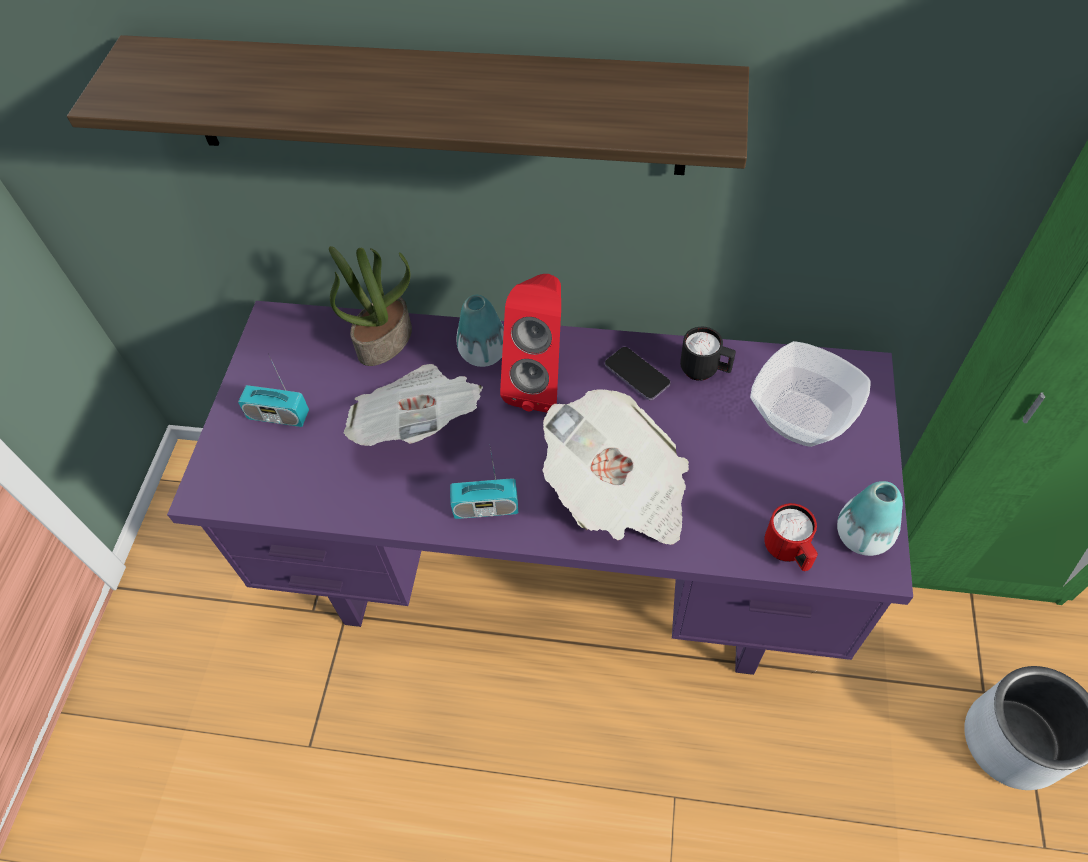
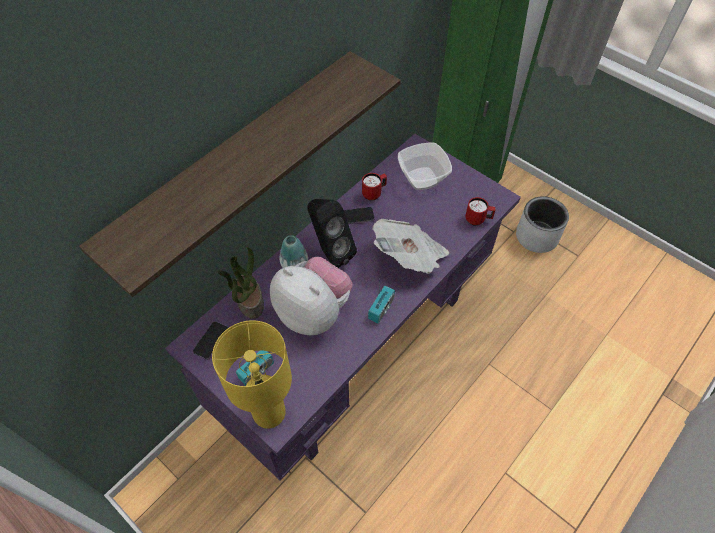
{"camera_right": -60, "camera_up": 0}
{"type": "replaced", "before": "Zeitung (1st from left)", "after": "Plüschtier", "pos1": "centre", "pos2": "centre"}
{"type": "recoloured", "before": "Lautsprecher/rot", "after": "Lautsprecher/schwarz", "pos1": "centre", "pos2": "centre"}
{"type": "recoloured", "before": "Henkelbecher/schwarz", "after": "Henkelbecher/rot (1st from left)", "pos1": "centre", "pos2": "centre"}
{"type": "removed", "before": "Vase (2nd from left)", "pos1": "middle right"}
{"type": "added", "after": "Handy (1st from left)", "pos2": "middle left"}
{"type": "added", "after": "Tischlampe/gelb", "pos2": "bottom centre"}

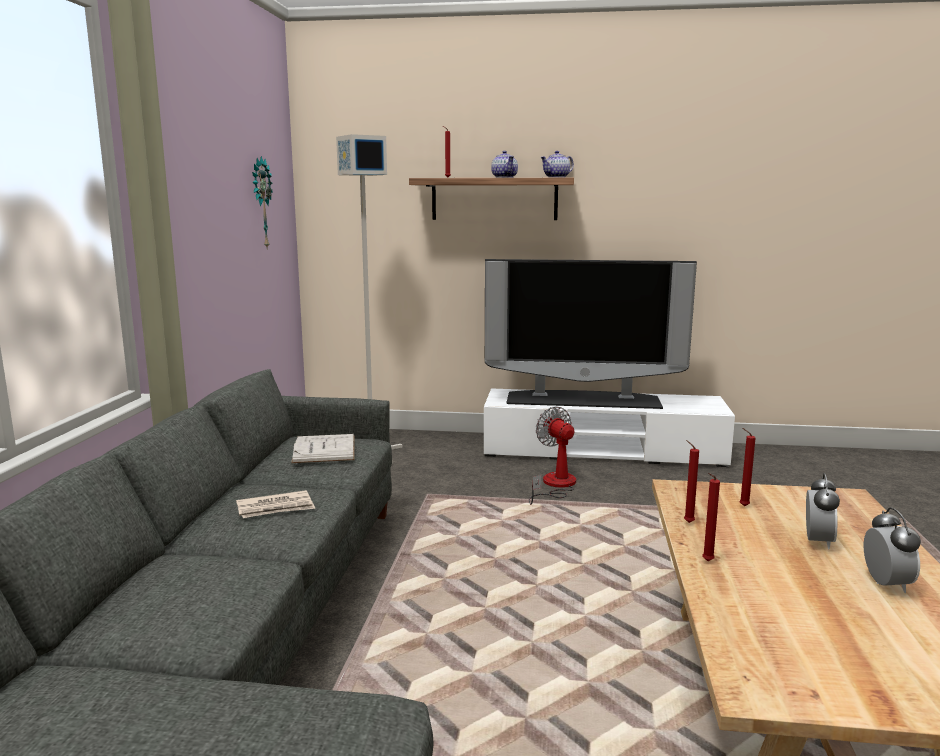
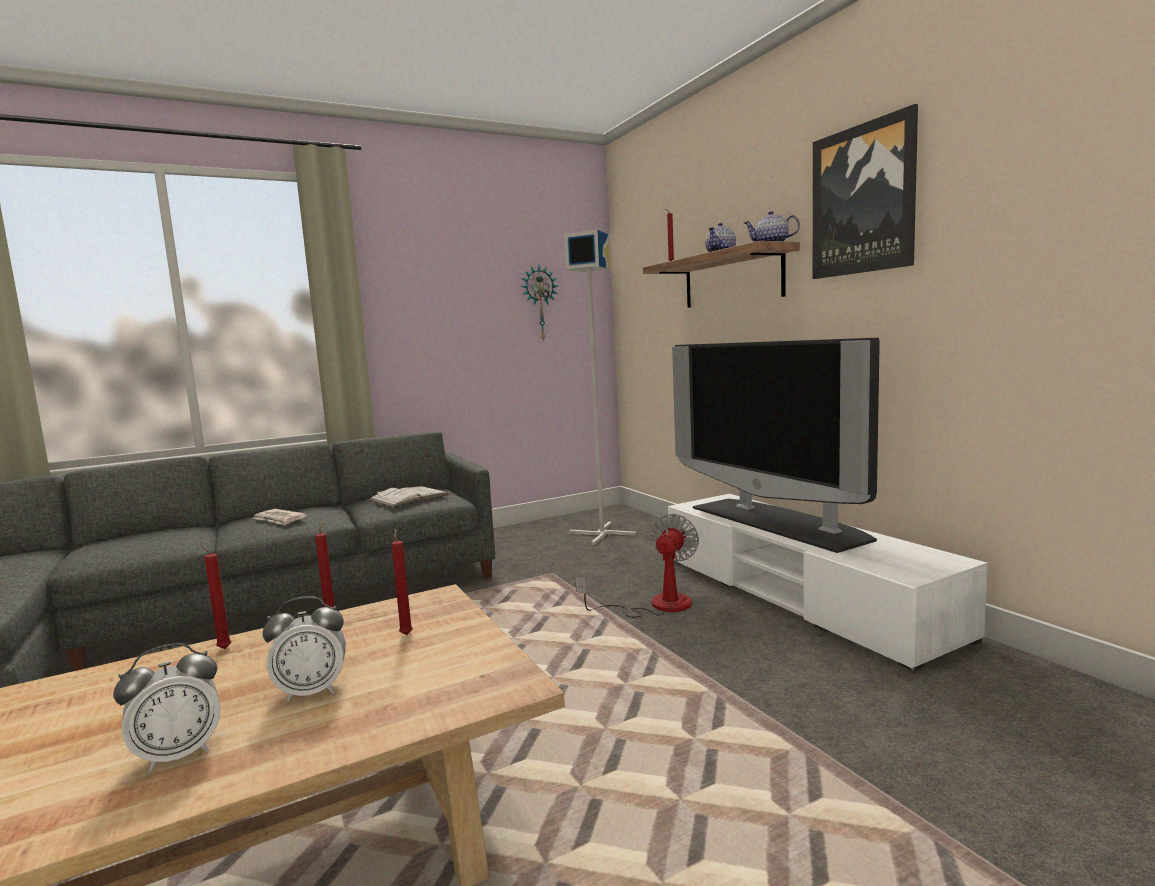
{"camera_right": 55, "camera_up": -5}
{"type": "added", "after": "Bild", "pos2": "top right"}

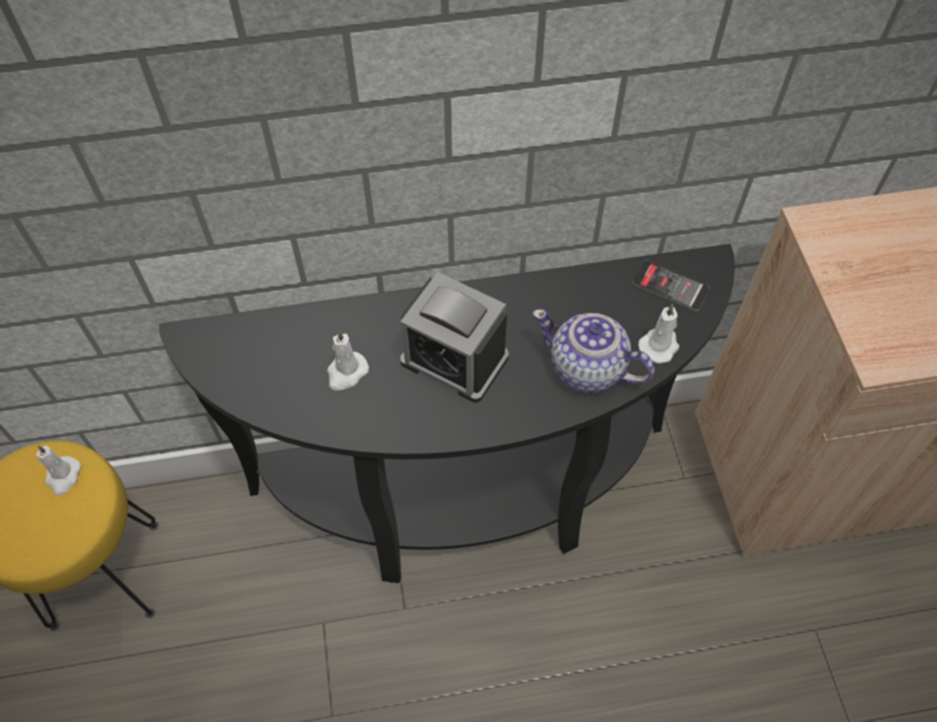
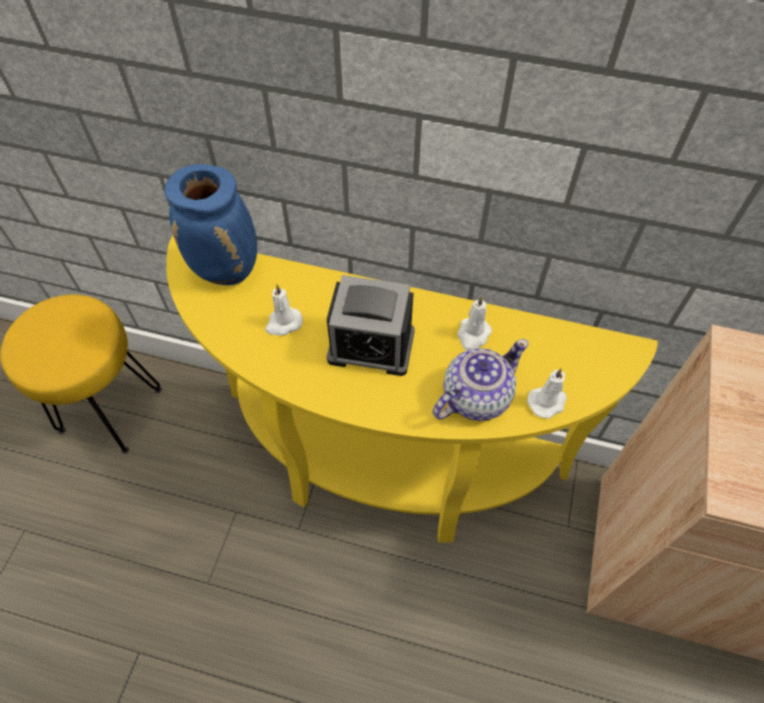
{"camera_right": 25, "camera_up": 0}
{"type": "moved", "before": "Kerze/weiß (1st from left in the first image)", "after": "Kerze/weiß (2nd from left)", "pos1": "middle left", "pos2": "centre"}
{"type": "recoloured", "before": "Konsolentisch/schwarz", "after": "Konsolentisch/gelb", "pos1": "centre", "pos2": "centre"}
{"type": "turned", "before": "Wecker", "pos1": "centre", "pos2": "centre", "turn": -45}
{"type": "turned", "before": "Teekanne", "pos1": "centre", "pos2": "centre", "turn": 90}
{"type": "removed", "before": "Handy", "pos1": "middle right"}
{"type": "added", "after": "Vase/blau", "pos2": "top left"}

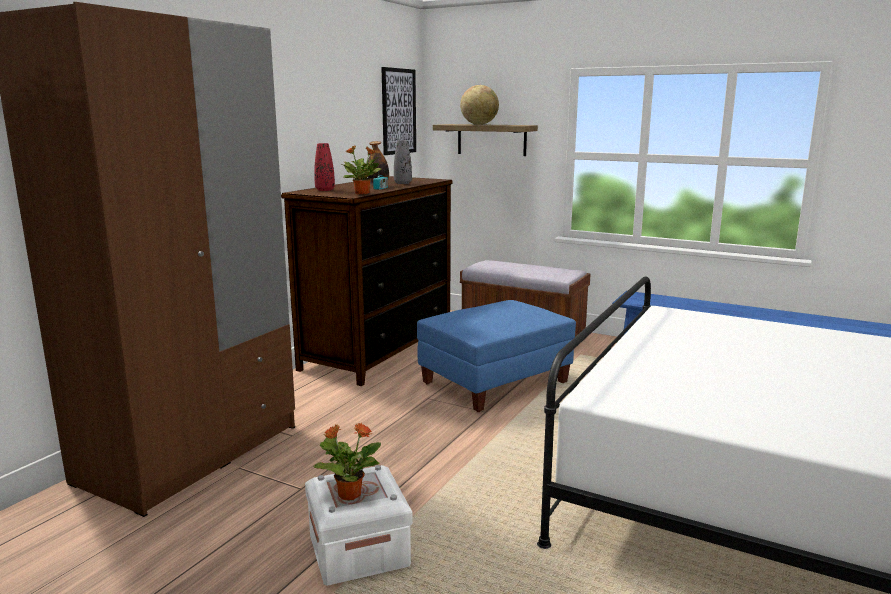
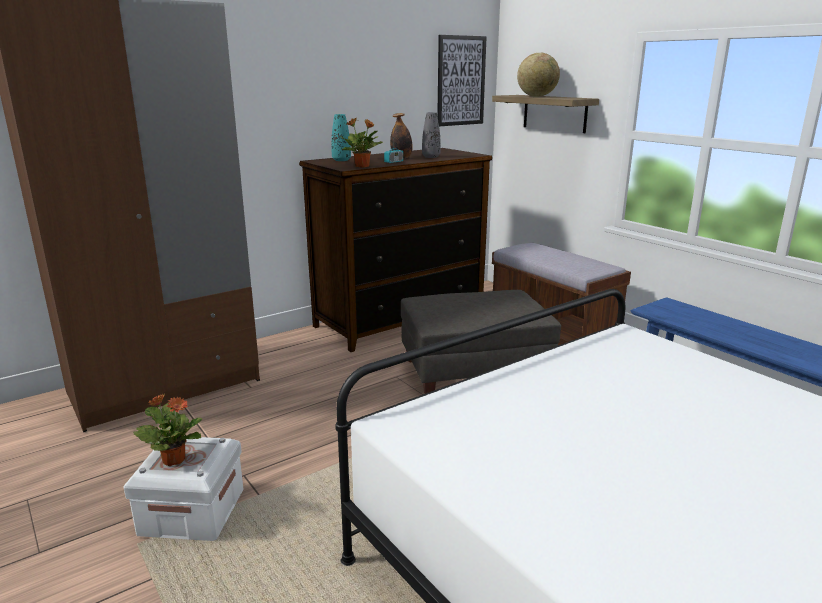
{"camera_right": 25, "camera_up": 5}
{"type": "recoloured", "before": "Vase/rot", "after": "Vase/türkis", "pos1": "top centre", "pos2": "top centre"}
{"type": "recoloured", "before": "Polsterhocker/blau", "after": "Polsterhocker/grau", "pos1": "centre", "pos2": "centre"}

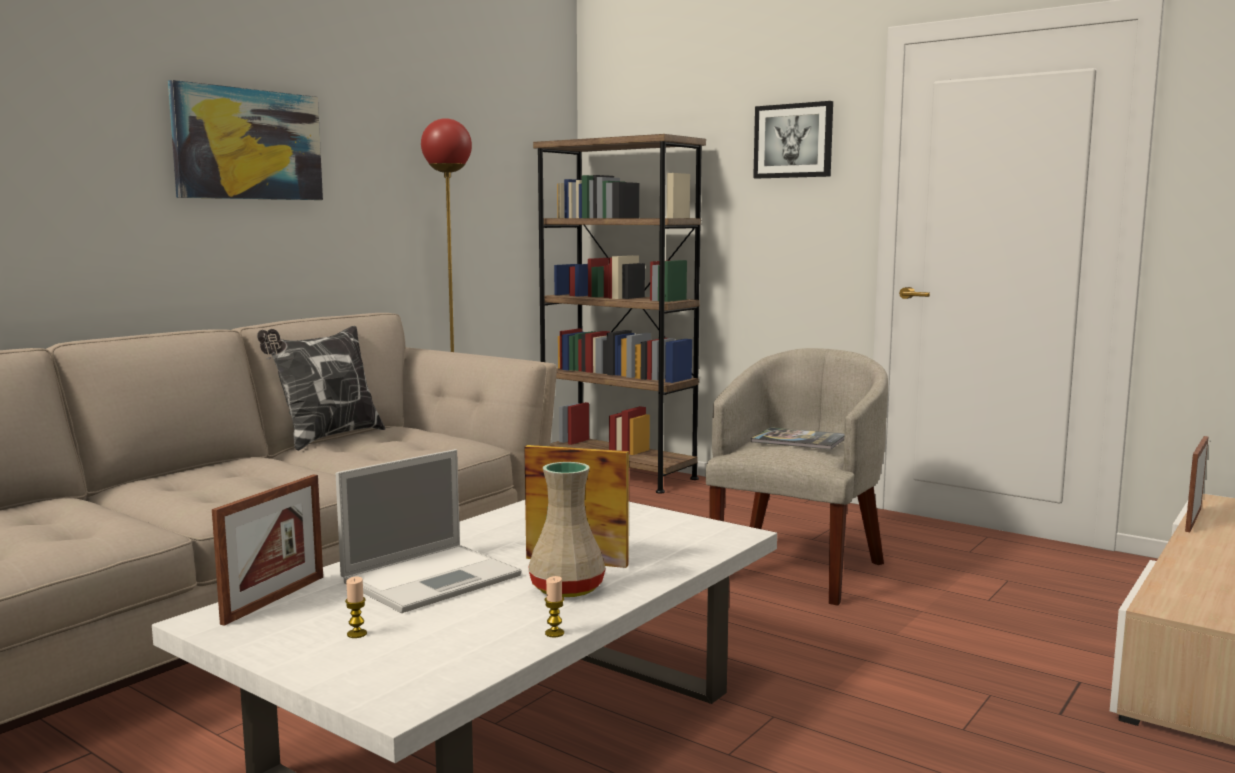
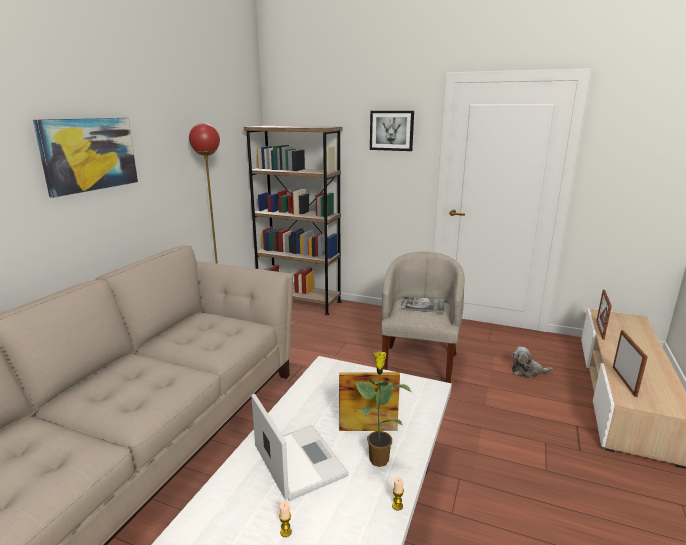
{"camera_right": -15, "camera_up": 10}
{"type": "moved", "before": "Bilderrahmen (1st from left in the first image)", "after": "Bilderrahmen (3rd from left)", "pos1": "bottom left", "pos2": "middle right"}
{"type": "removed", "before": "Kissen", "pos1": "middle left"}
{"type": "turned", "before": "Laptop", "pos1": "bottom centre", "pos2": "bottom centre", "turn": -60}
{"type": "replaced", "before": "Vase/beige", "after": "Topfpflanze", "pos1": "bottom centre", "pos2": "bottom centre"}
{"type": "added", "after": "Plüschtier", "pos2": "middle right"}

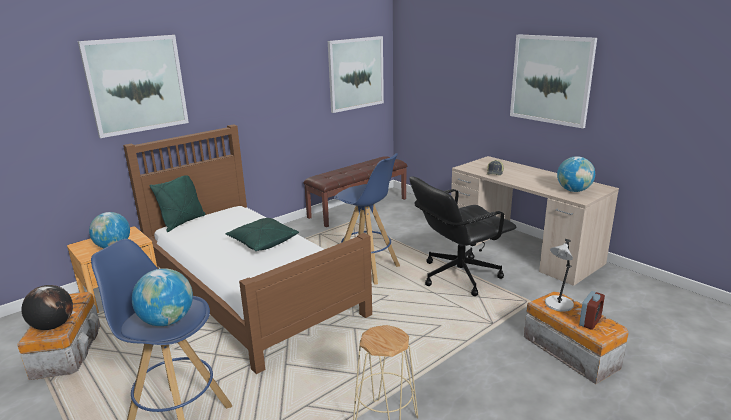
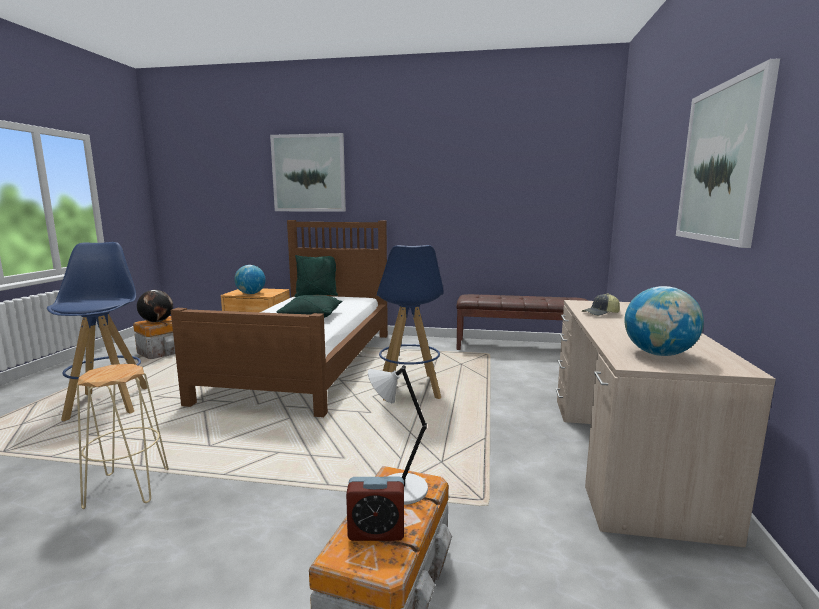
{"camera_right": 50, "camera_up": -10}
{"type": "removed", "before": "Globus (3rd from left)", "pos1": "bottom left"}
{"type": "removed", "before": "Bild (2nd from left)", "pos1": "top centre"}
{"type": "removed", "before": "Bürostuhl/schwarz", "pos1": "centre"}

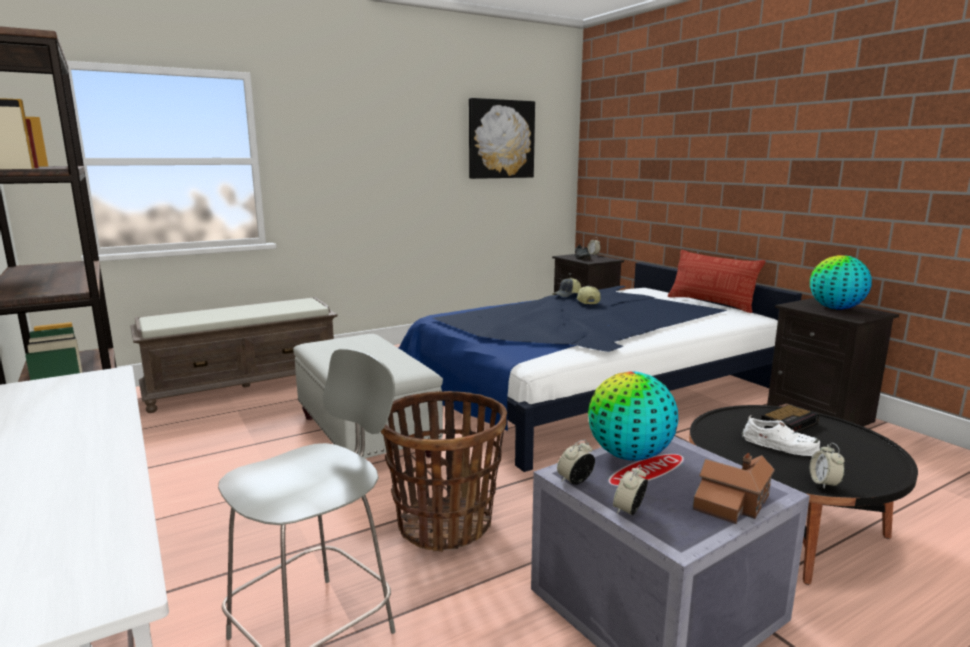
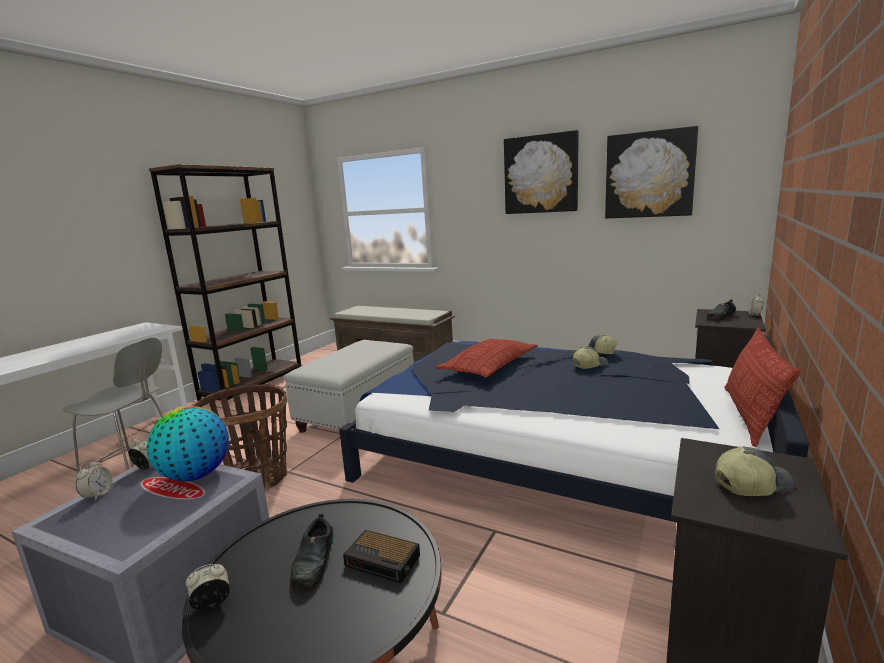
{"camera_right": 60, "camera_up": 0}
{"type": "turned", "before": "Wecker (3rd from left in the first image)", "pos1": "bottom centre", "pos2": "bottom left", "turn": 90}
{"type": "removed", "before": "Spielzeughaus", "pos1": "bottom right"}
{"type": "recoloured", "before": "Schuh/weiß", "after": "Schuh/schwarz (1st from left)", "pos1": "bottom right", "pos2": "bottom centre"}
{"type": "replaced", "before": "Globus (2nd from left)", "after": "Kappe (3rd from left)", "pos1": "middle right", "pos2": "bottom right"}
{"type": "added", "after": "Kissen (1st from left)", "pos2": "centre"}
{"type": "added", "after": "Bild (1st from left)", "pos2": "top centre"}

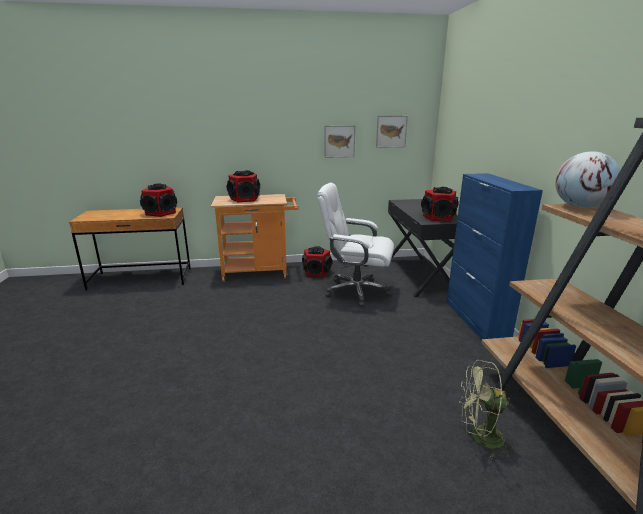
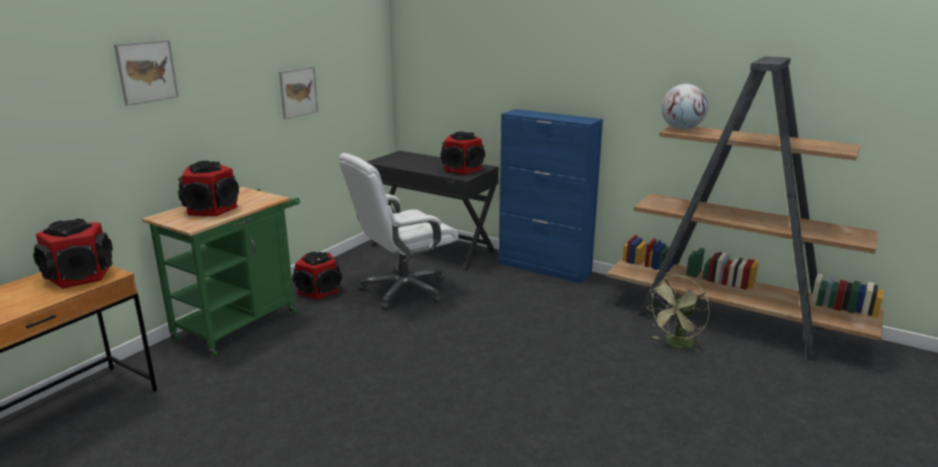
{"camera_right": -50, "camera_up": 0}
{"type": "recoloured", "before": "Rollwagen/orange", "after": "Rollwagen/grün", "pos1": "centre", "pos2": "middle left"}
{"type": "moved", "before": "Bild (2nd from left in the first image)", "after": "Bild (1st from left)", "pos1": "top centre", "pos2": "top left"}

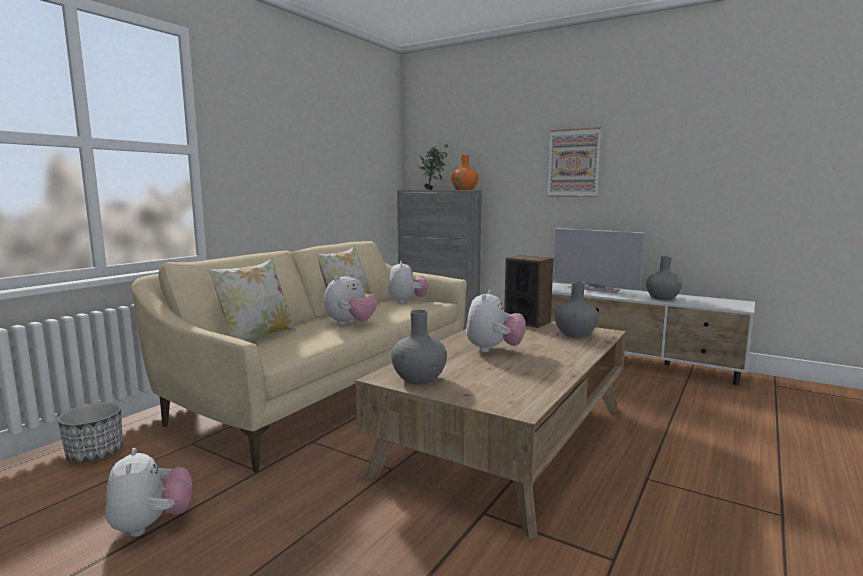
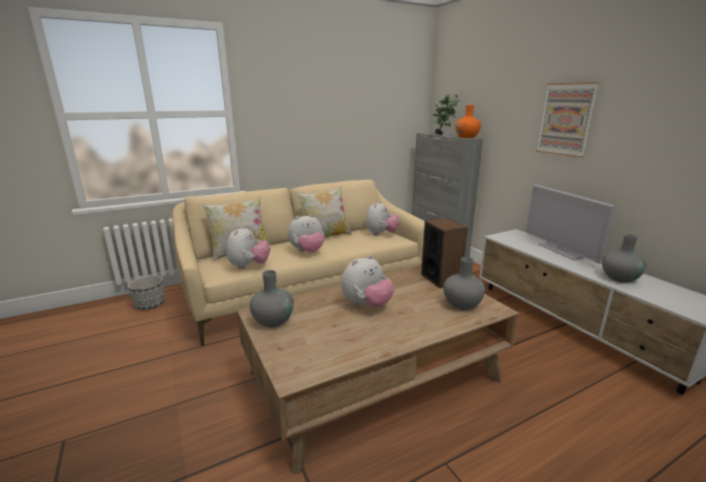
{"camera_right": 30, "camera_up": 10}
{"type": "moved", "before": "Plüschtier (1st from left)", "pos1": "bottom left", "pos2": "centre"}

